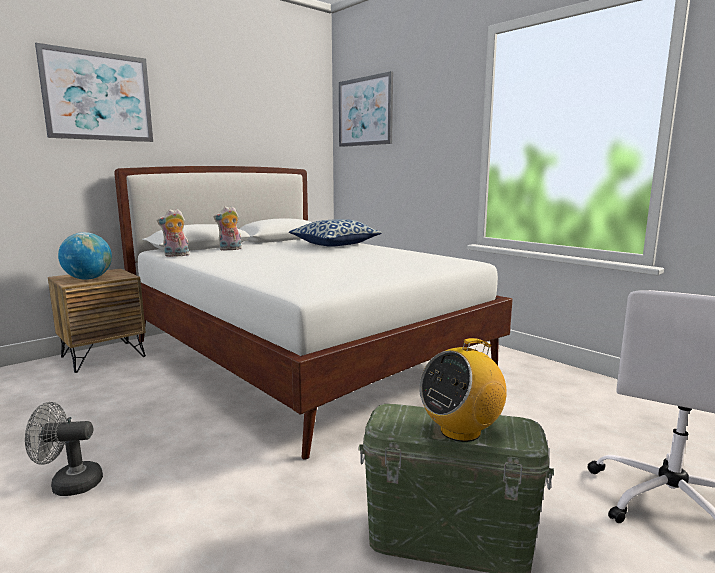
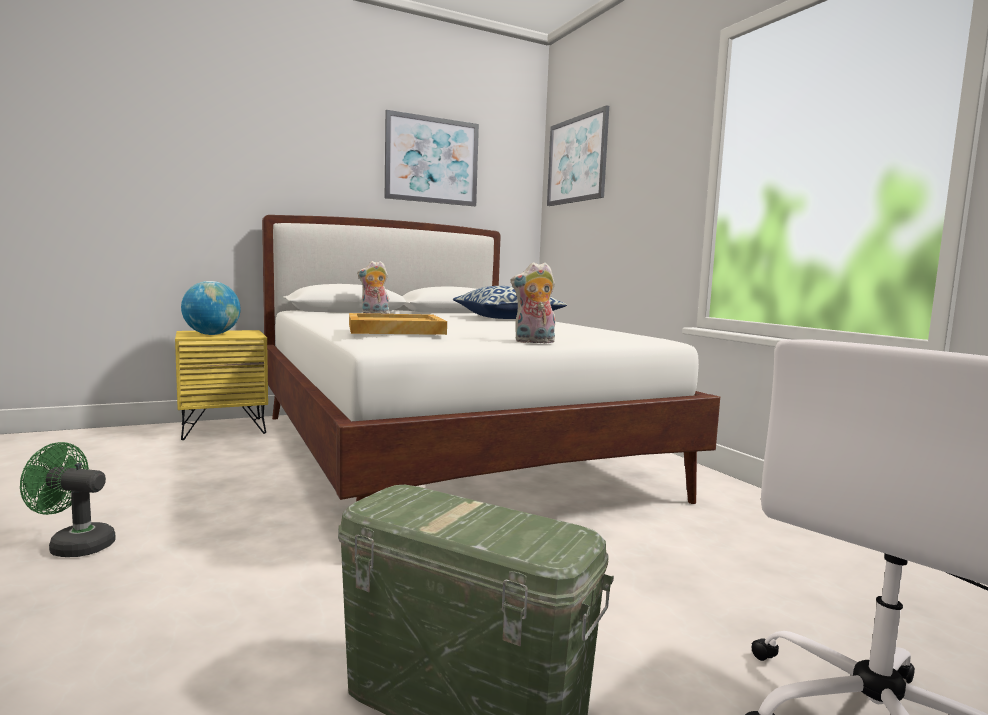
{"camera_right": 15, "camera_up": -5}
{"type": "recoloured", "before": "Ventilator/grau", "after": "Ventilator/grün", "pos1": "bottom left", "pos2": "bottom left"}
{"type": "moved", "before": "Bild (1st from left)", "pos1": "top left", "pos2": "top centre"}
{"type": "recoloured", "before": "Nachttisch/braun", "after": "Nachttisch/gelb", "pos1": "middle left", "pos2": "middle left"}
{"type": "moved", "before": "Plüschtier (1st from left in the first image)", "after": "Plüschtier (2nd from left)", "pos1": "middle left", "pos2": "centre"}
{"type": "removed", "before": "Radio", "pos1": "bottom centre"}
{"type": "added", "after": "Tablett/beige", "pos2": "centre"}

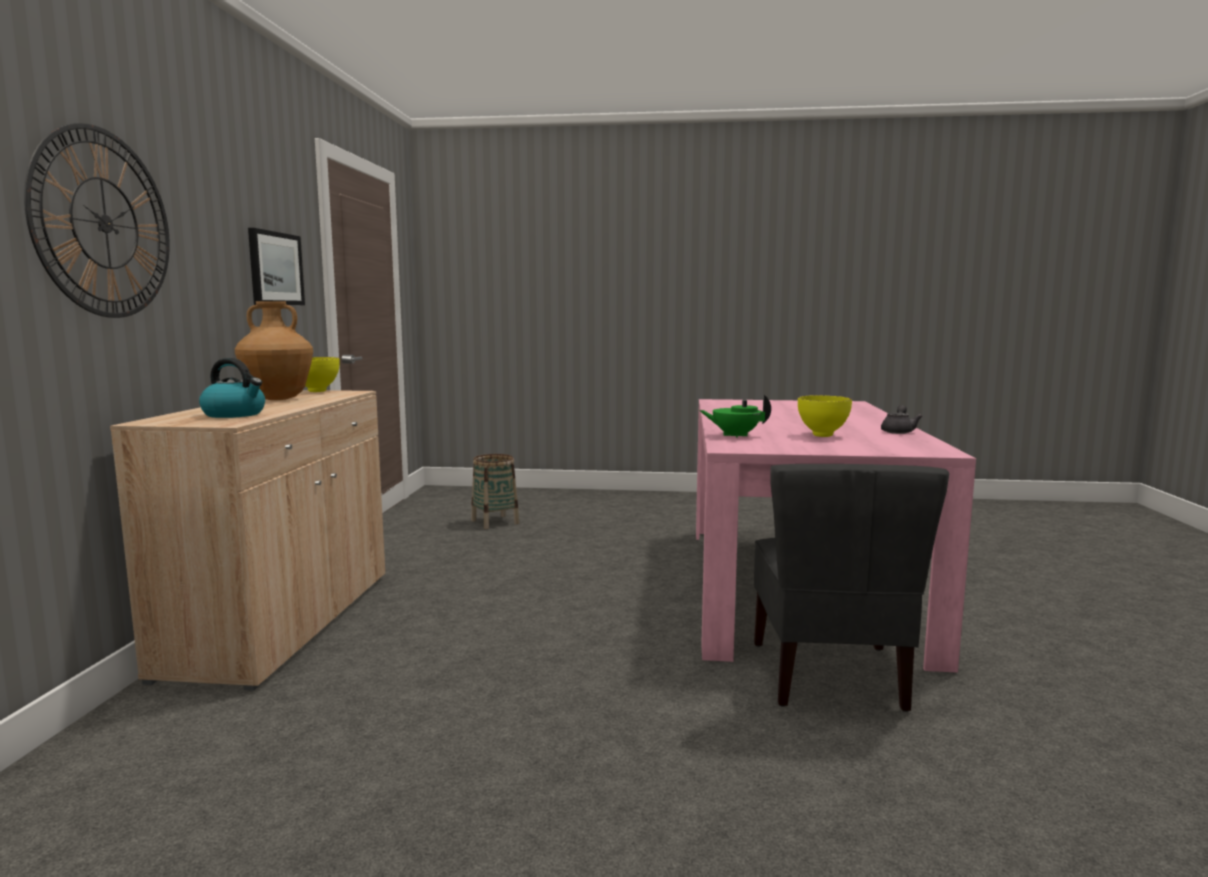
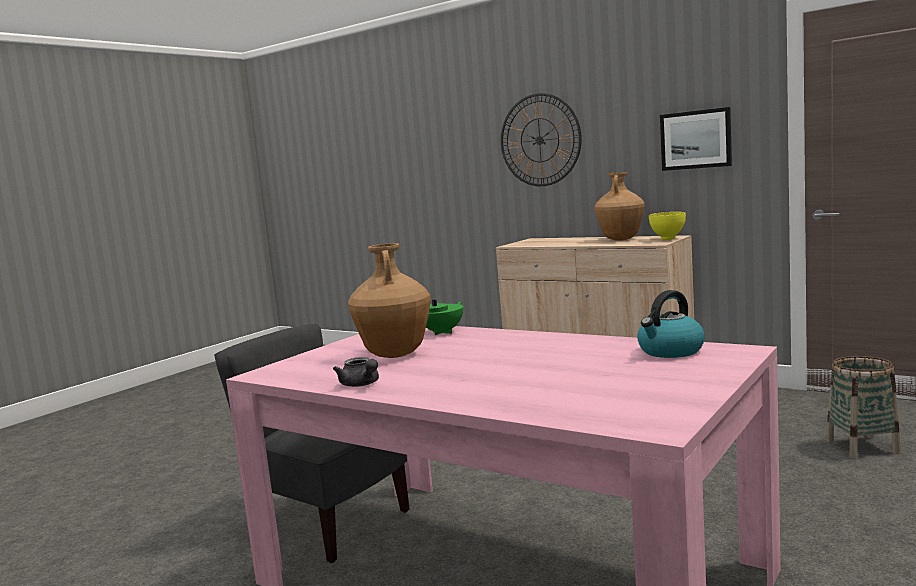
{"camera_right": 120, "camera_up": 0}
{"type": "moved", "before": "Wasserkessel", "pos1": "middle left", "pos2": "middle right"}
{"type": "replaced", "before": "Schüssel/gelb (2nd from left)", "after": "Vase/braun (1st from left)", "pos1": "middle right", "pos2": "centre"}

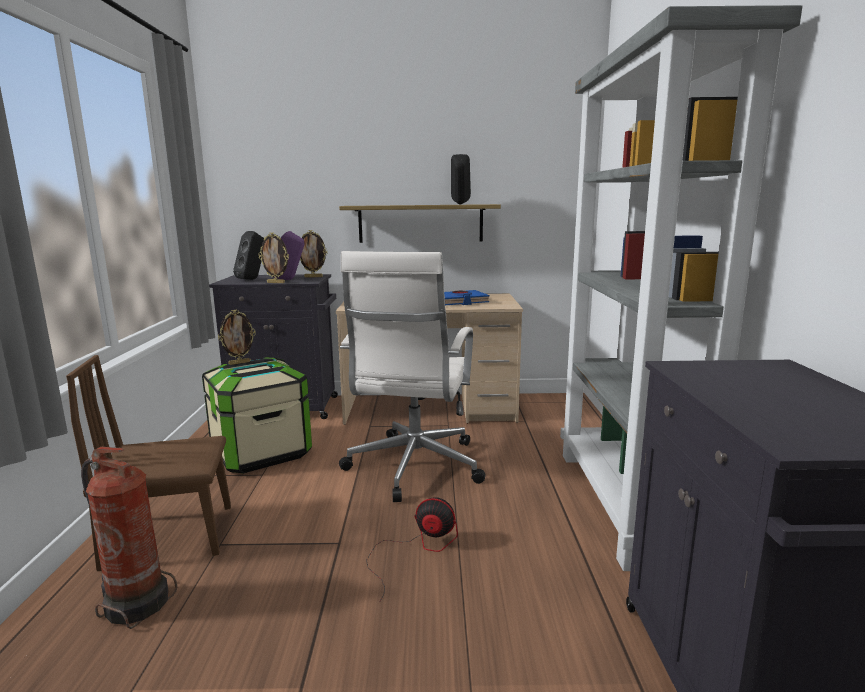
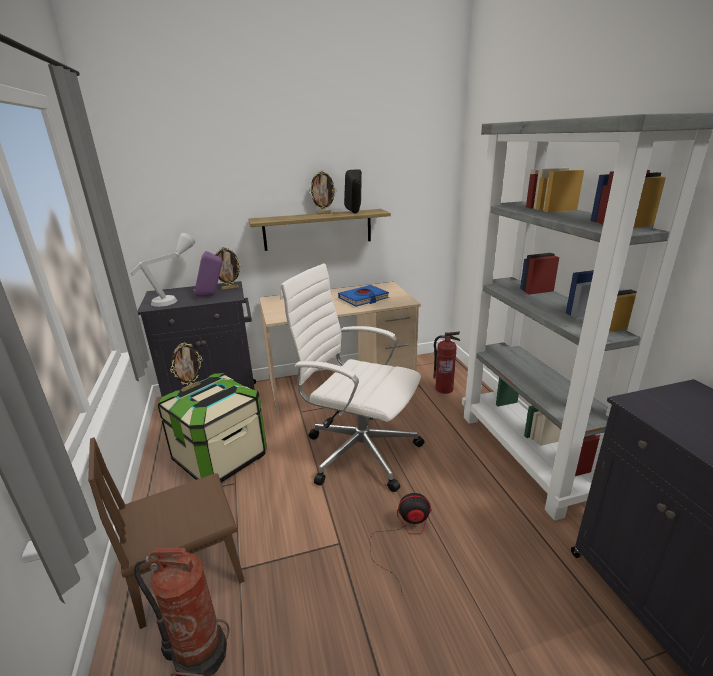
{"camera_right": -15, "camera_up": 10}
{"type": "replaced", "before": "Lautsprecher/schwarz (1st from left)", "after": "Tischlampe/grau", "pos1": "middle left", "pos2": "middle left"}
{"type": "moved", "before": "Bilderrahmen (2nd from left in the first image)", "after": "Bilderrahmen (3rd from left)", "pos1": "middle left", "pos2": "top centre"}
{"type": "turned", "before": "Bürostuhl/weiß", "pos1": "centre", "pos2": "centre", "turn": 120}
{"type": "added", "after": "Feuerlöscher (2nd from left)", "pos2": "centre"}

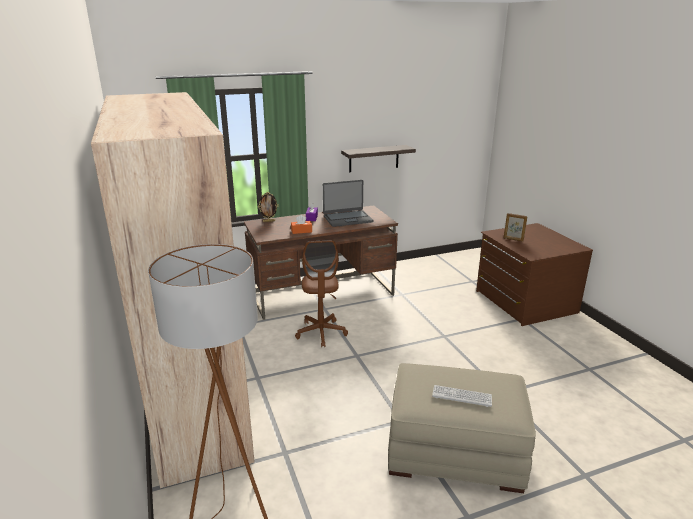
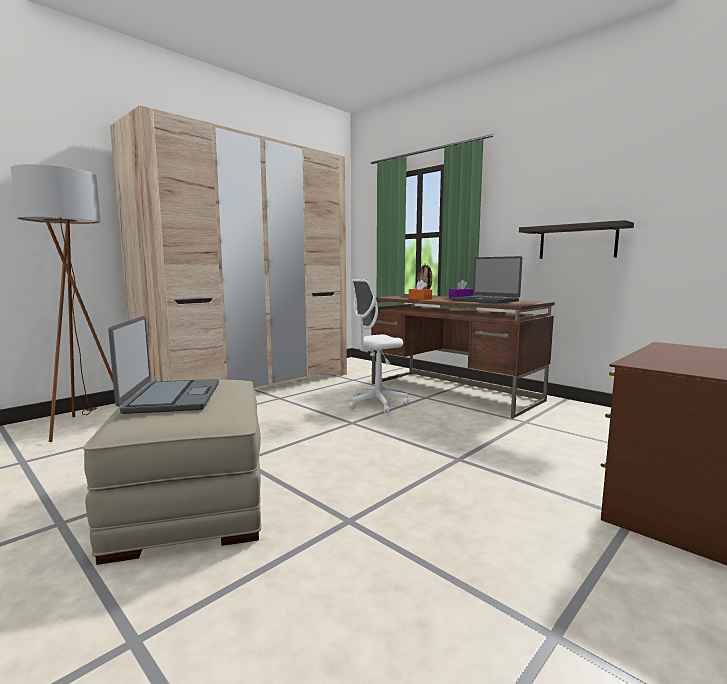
{"camera_right": 65, "camera_up": -15}
{"type": "recoloured", "before": "Bürostuhl/braun", "after": "Bürostuhl/weiß", "pos1": "centre", "pos2": "centre"}
{"type": "replaced", "before": "Tastatur", "after": "Laptop (1st from left)", "pos1": "bottom right", "pos2": "middle left"}
{"type": "removed", "before": "Bilderrahmen (2nd from left)", "pos1": "middle right"}

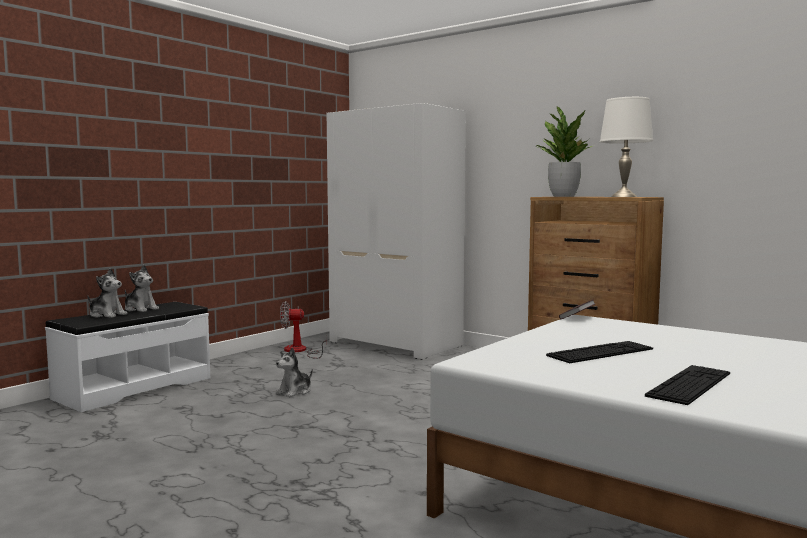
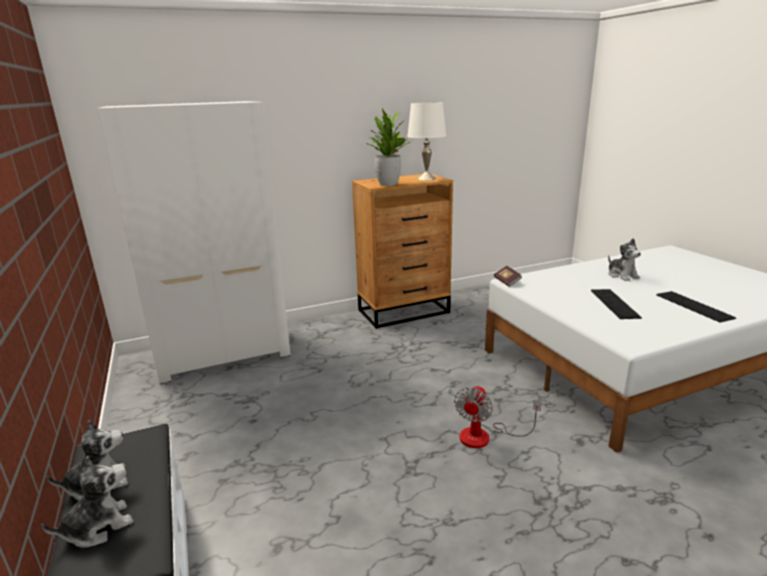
{"camera_right": -60, "camera_up": 15}
{"type": "moved", "before": "Plüschtier (3rd from left)", "pos1": "bottom centre", "pos2": "middle right"}
{"type": "moved", "before": "Ventilator", "pos1": "centre", "pos2": "bottom centre"}

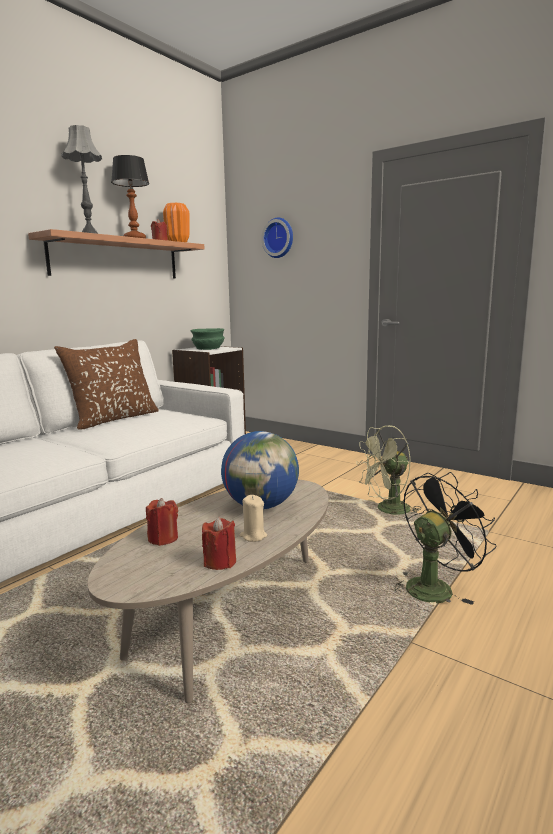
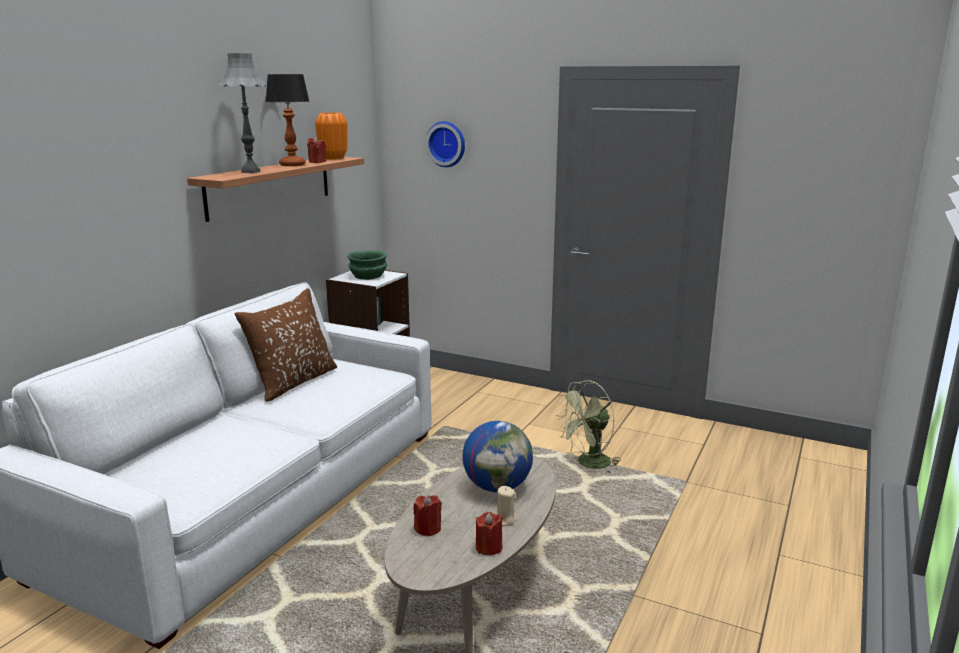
{"camera_right": -10, "camera_up": 5}
{"type": "removed", "before": "Ventilator/schwarz", "pos1": "middle right"}

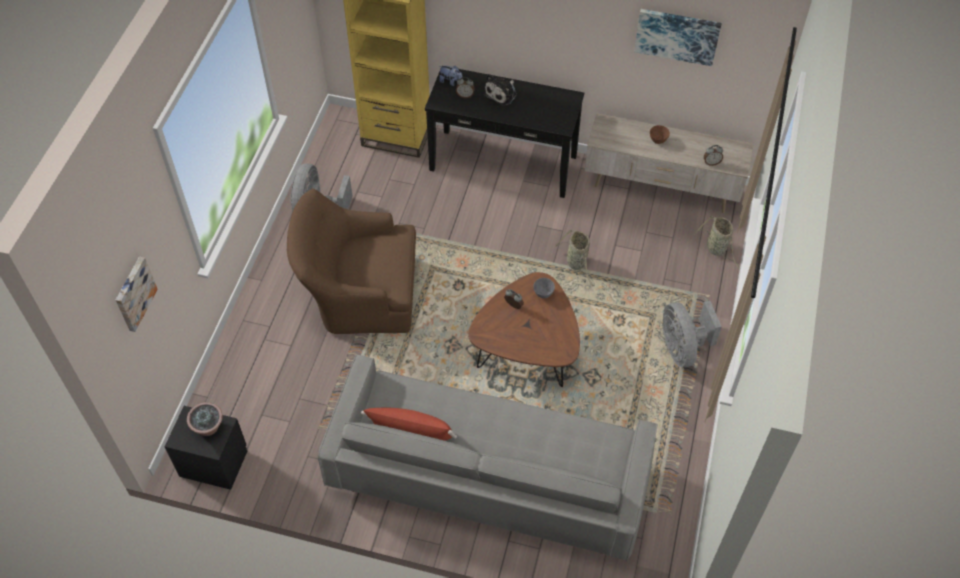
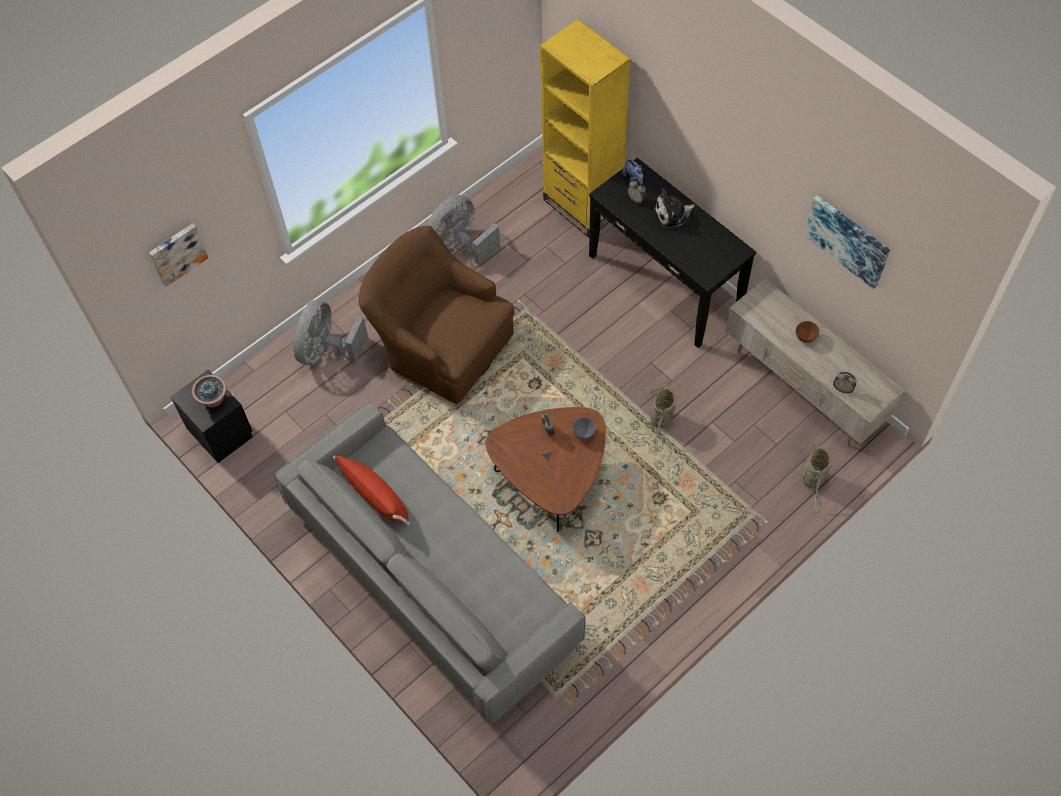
{"camera_right": 35, "camera_up": 5}
{"type": "moved", "before": "Ventilator/grau (2nd from left in the first image)", "after": "Ventilator/grau (1st from left)", "pos1": "middle right", "pos2": "middle left"}

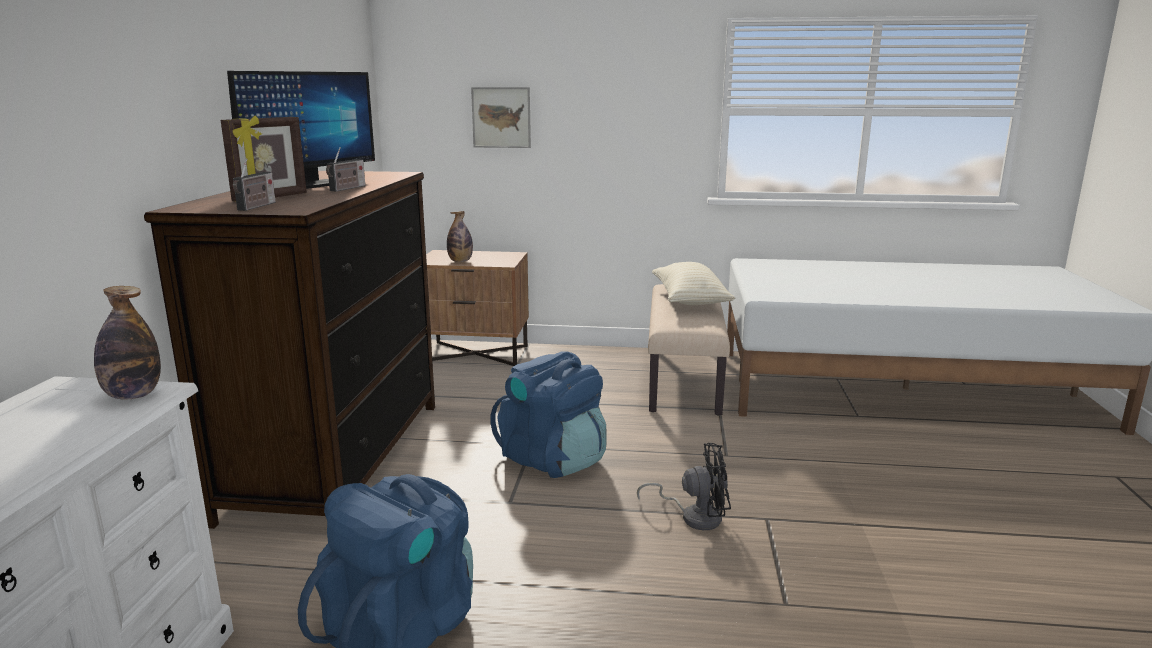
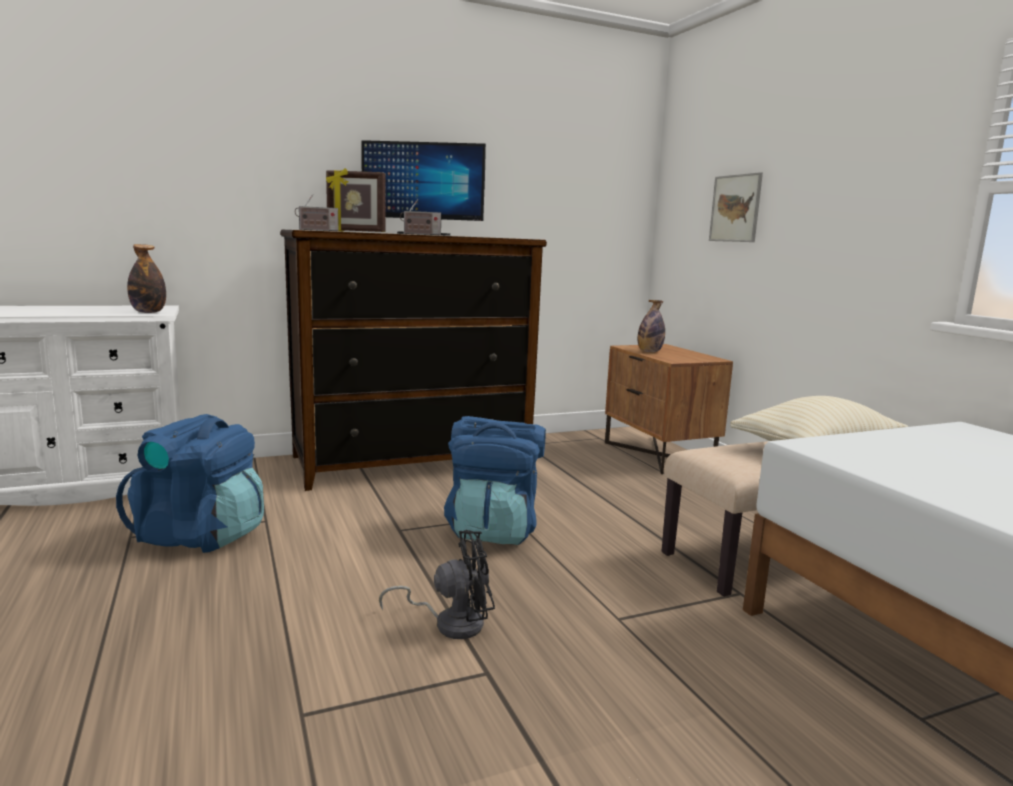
{"camera_right": 60, "camera_up": -5}
{"type": "turned", "before": "Ventilator/schwarz", "pos1": "bottom centre", "pos2": "bottom centre", "turn": -75}

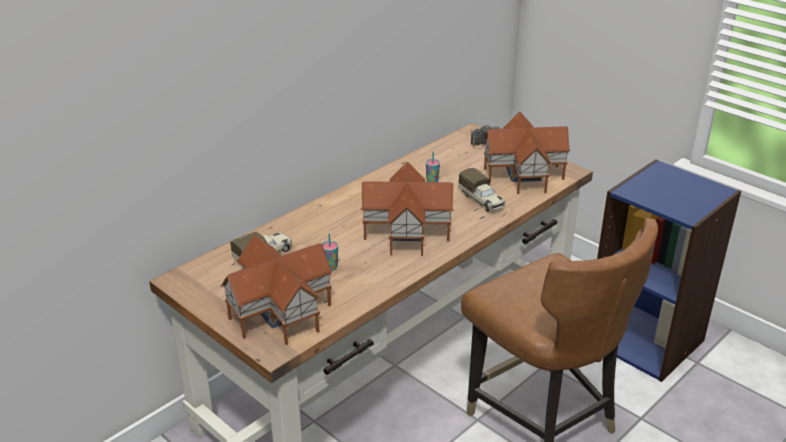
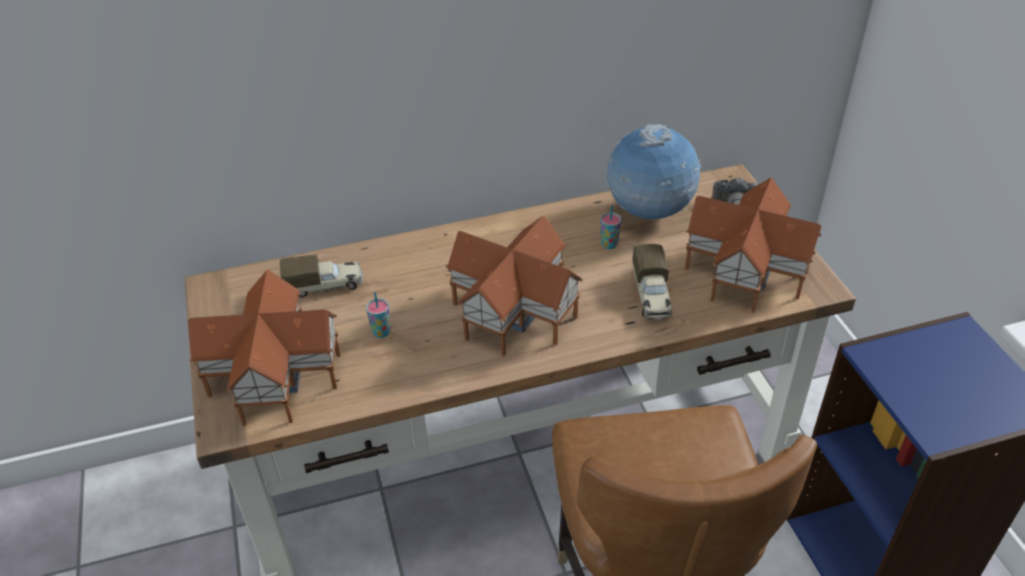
{"camera_right": 30, "camera_up": 10}
{"type": "added", "after": "Globus", "pos2": "top centre"}

